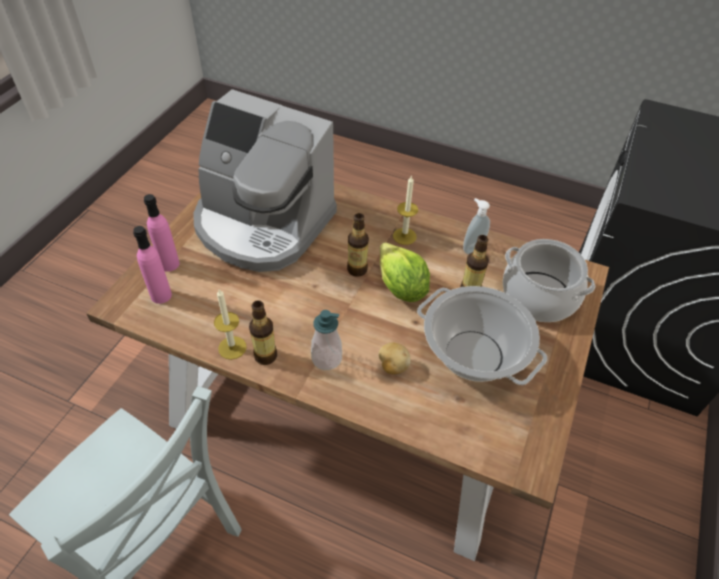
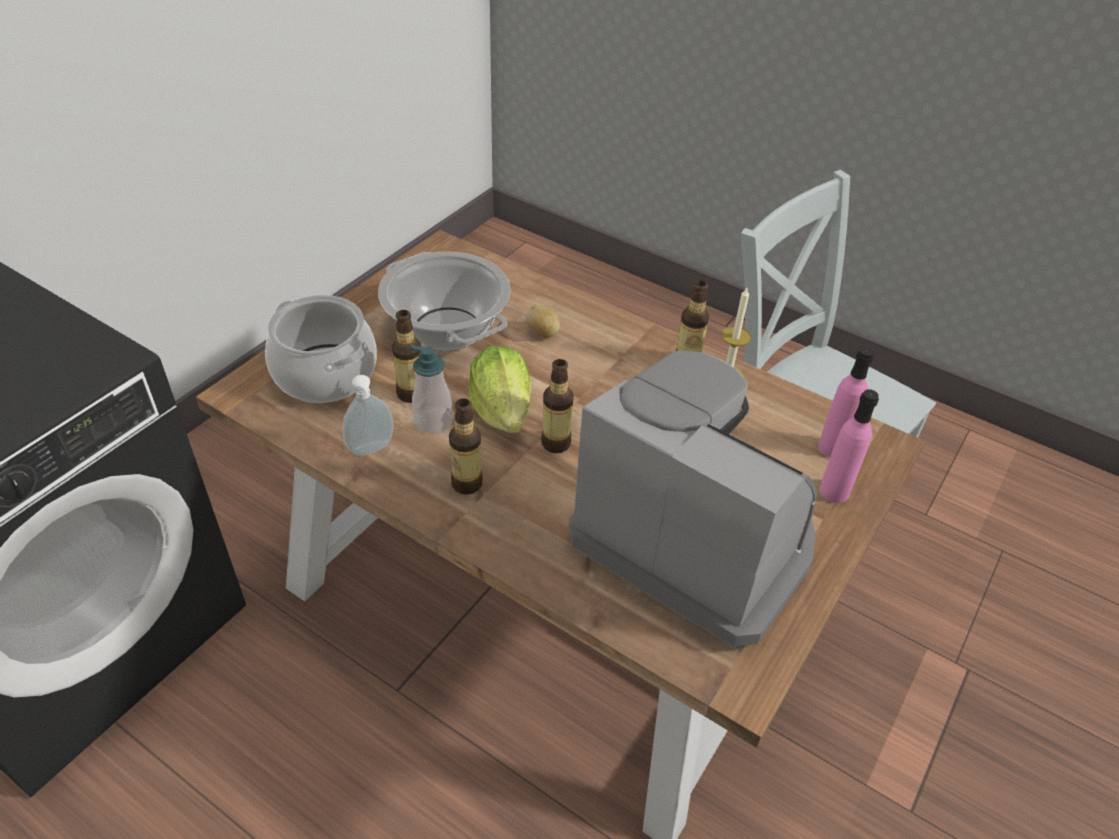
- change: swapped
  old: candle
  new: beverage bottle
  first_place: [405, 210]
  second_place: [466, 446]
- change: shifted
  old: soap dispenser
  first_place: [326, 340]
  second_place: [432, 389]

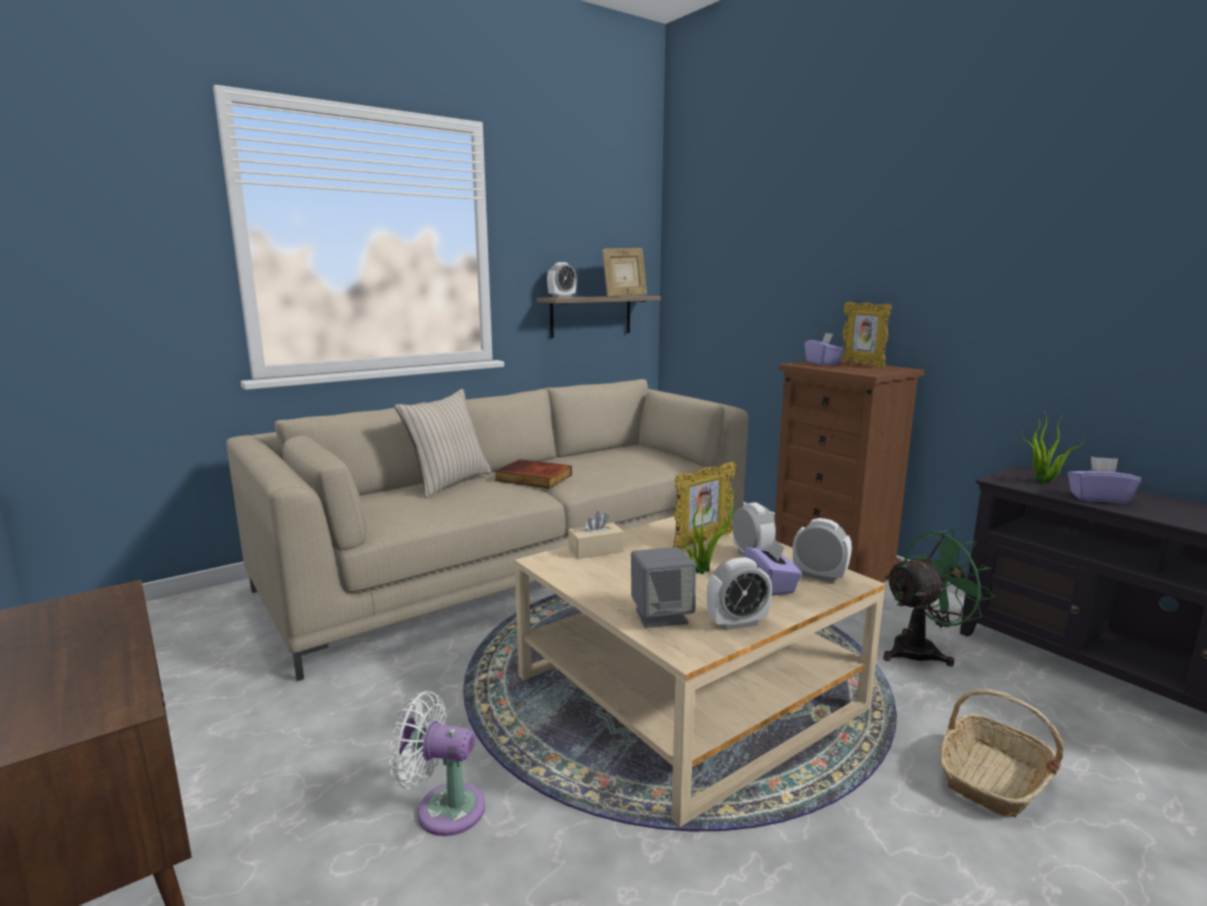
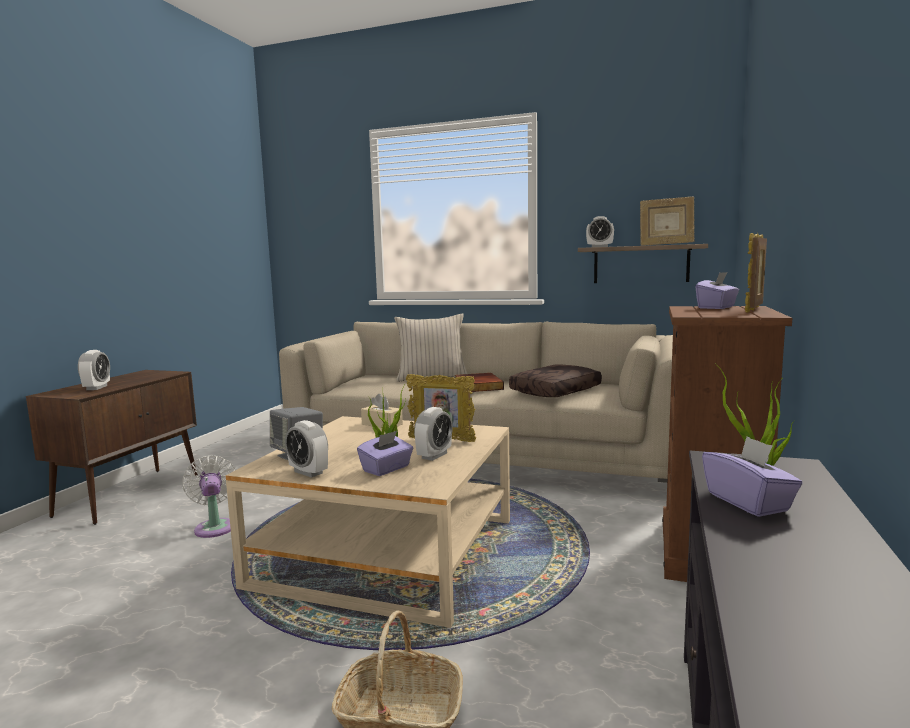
- change: shifted
  old: table clock
  first_place: [822, 550]
  second_place: [94, 370]
- change: gone
  old: green-coloured electric fan
  first_place: [939, 598]
- change: new
  new: brown-coloured cushion
  second_place: [555, 381]

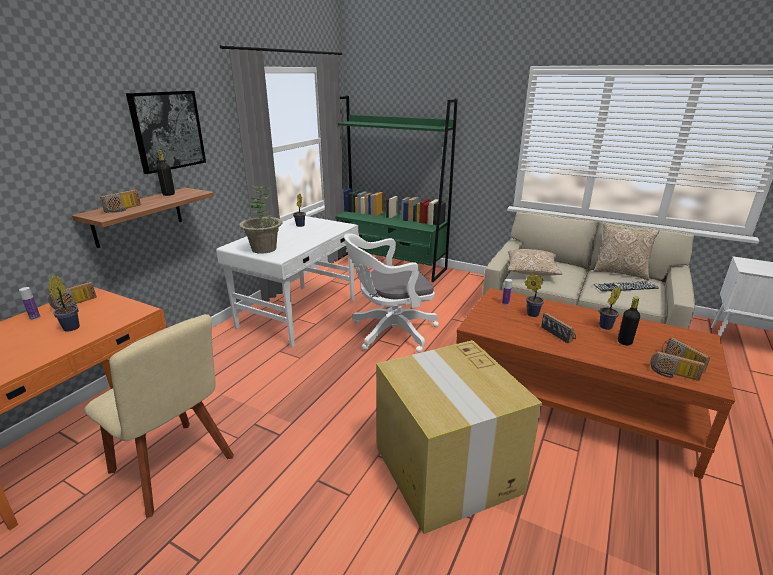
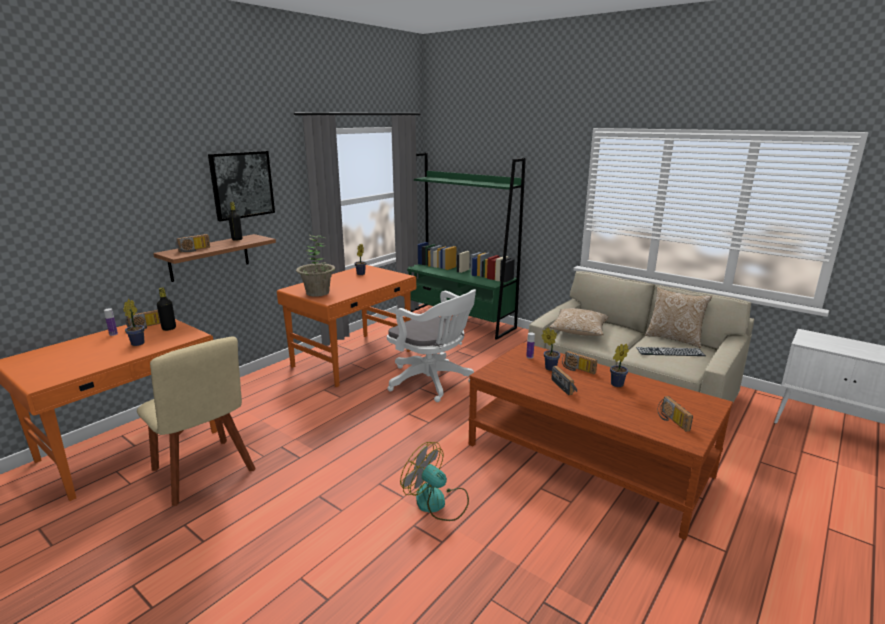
- change: repainted
  old: whitish desk
  new: orange desk
  first_place: [287, 281]
  second_place: [346, 326]
- change: rotated
  old: whitish desk chair
  first_place: [391, 293]
  second_place: [431, 345]
  degrees: -135
- change: shifted
  old: blackish beverage bottle
  first_place: [629, 321]
  second_place: [166, 309]
- change: swapped
  old: carton
  new: electric fan
  first_place: [459, 437]
  second_place: [434, 481]
- change: shifted
  old: radio
  first_place: [677, 366]
  second_place: [579, 362]

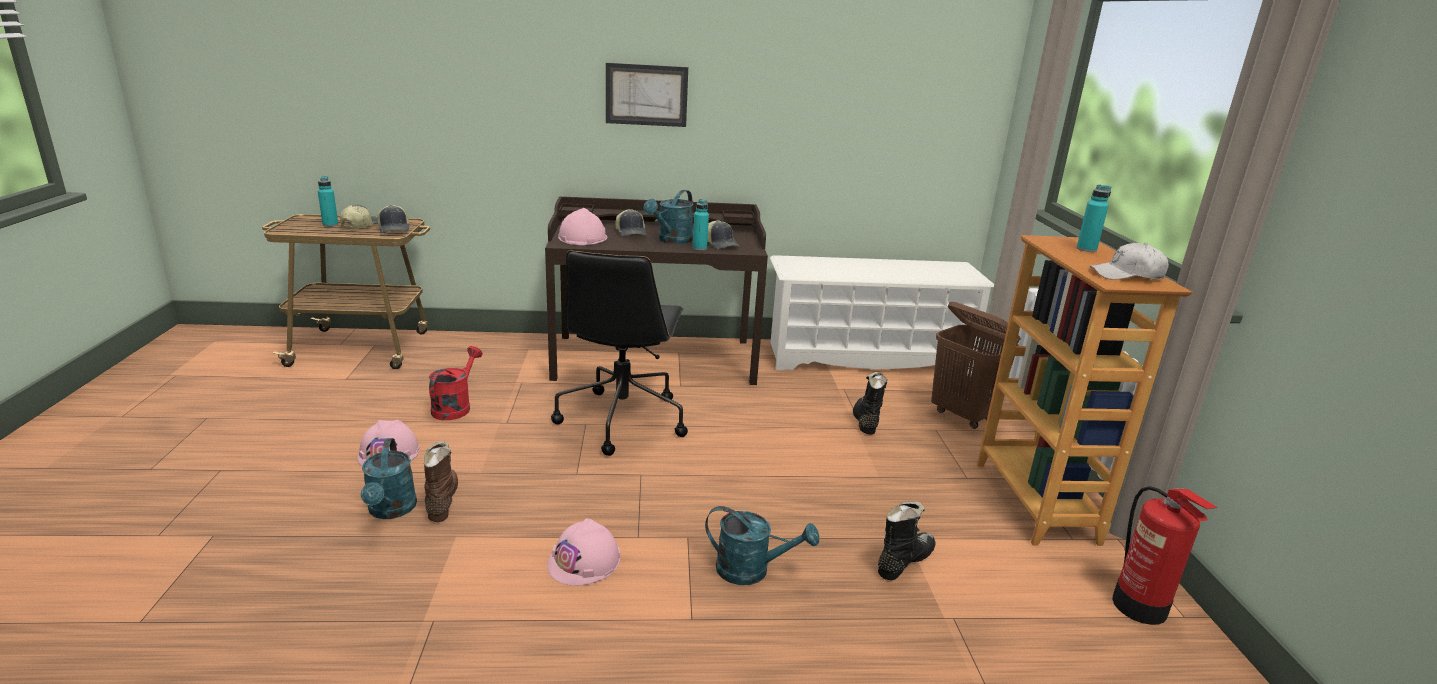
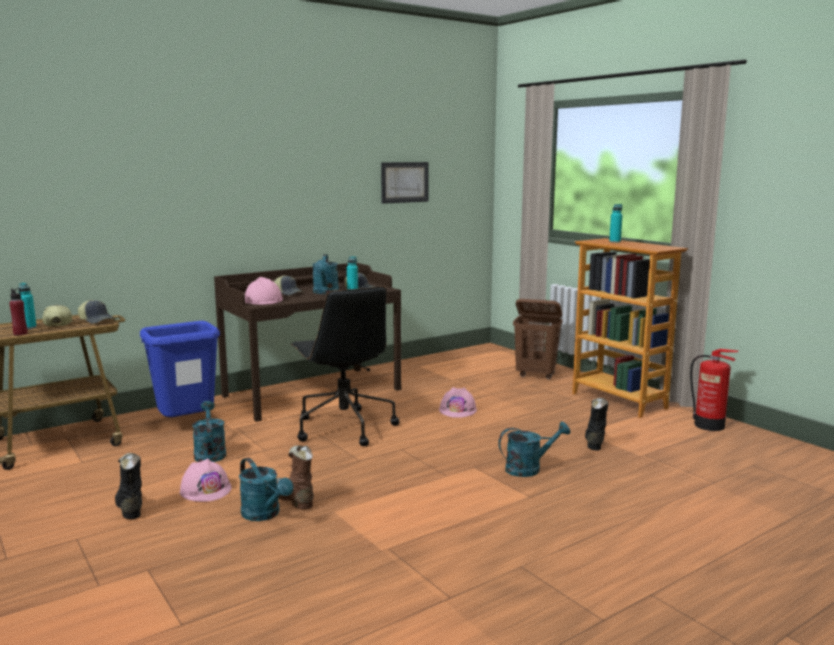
- change: shifted
  old: picture
  first_place: [647, 95]
  second_place: [405, 183]
- change: gone
  old: whitish baseball cap
  first_place: [1129, 261]
- change: gone
  old: whitish shoe shelf
  first_place: [882, 314]
- change: repainted
  old: red sprinkling can
  new: turquoise sprinkling can
  first_place: [455, 383]
  second_place: [209, 431]
- change: shifted
  old: blackish tall boot
  first_place: [870, 403]
  second_place: [128, 486]
- change: shifted
  old: pinkish work helmet
  first_place: [584, 552]
  second_place: [458, 402]
- change: new
  new: red beverage bottle
  second_place: [18, 311]
- change: new
  new: blue-coloured rubbish bin
  second_place: [180, 369]

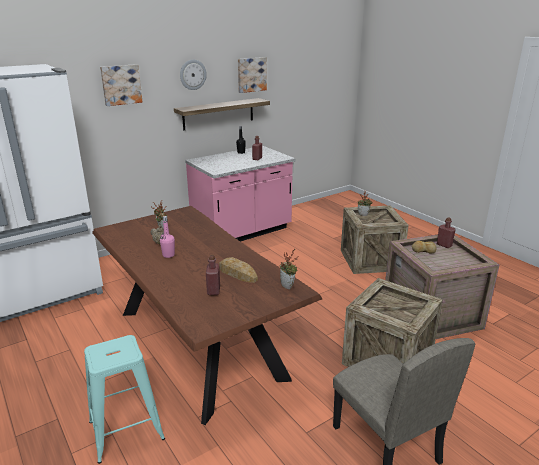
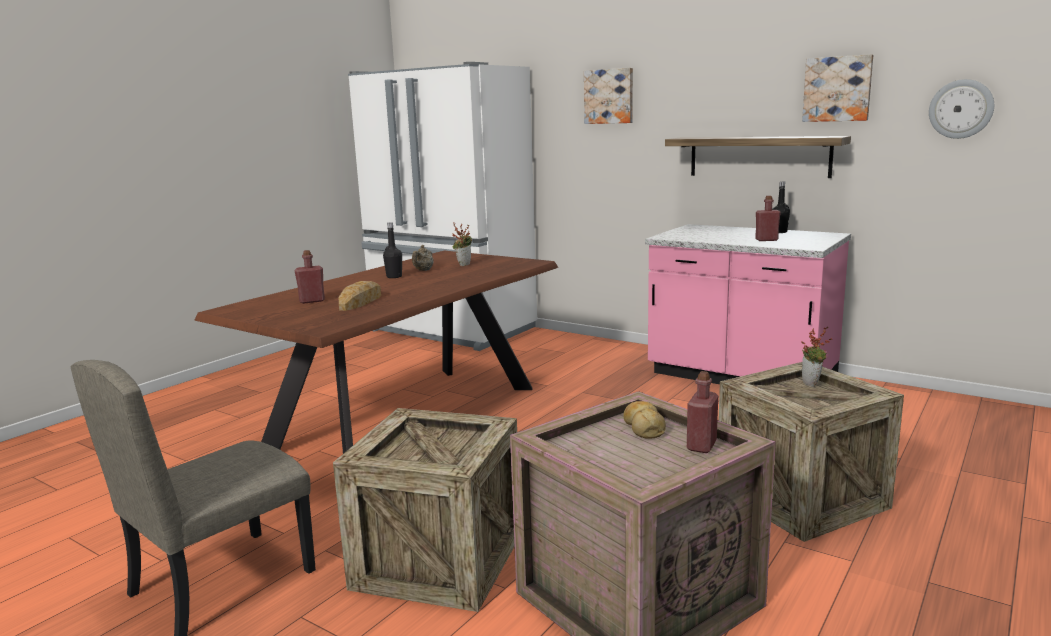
- change: shifted
  old: wall clock
  first_place: [193, 74]
  second_place: [961, 109]
- change: repainted
  old: pinkish beverage bottle
  new: blackish beverage bottle
  first_place: [167, 237]
  second_place: [392, 250]
- change: gone
  old: potted plant
  first_place: [288, 269]
- change: gone
  old: turquoise sitting stool
  first_place: [124, 399]

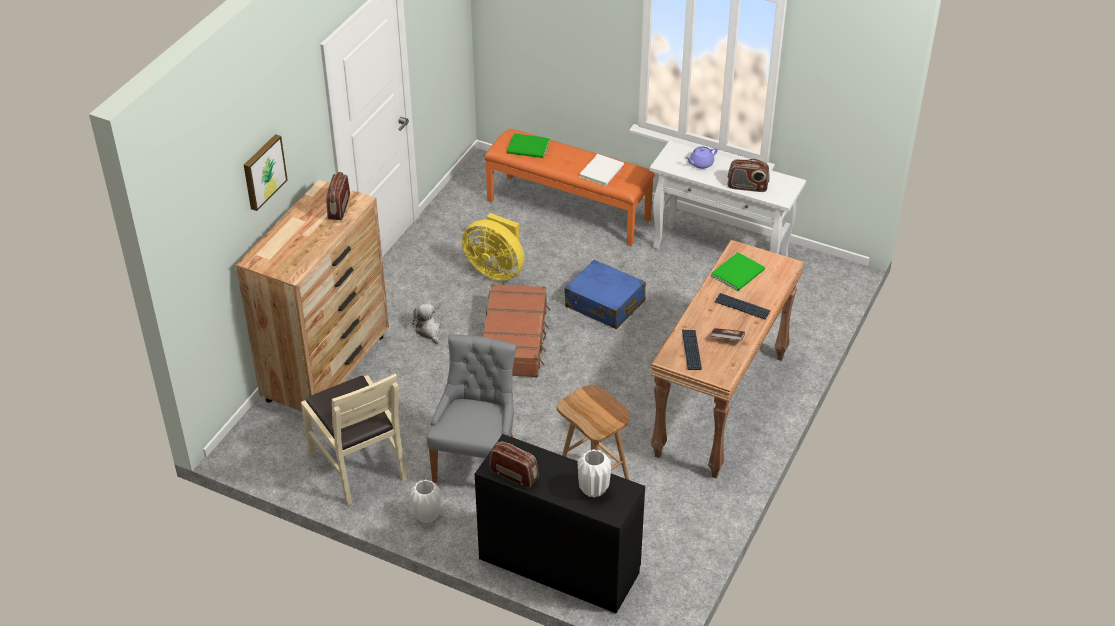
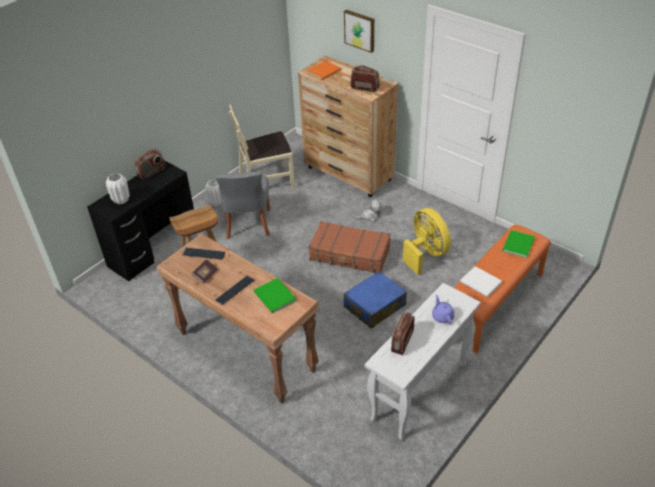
- change: rotated
  old: yellow-coloured electric fan
  first_place: [493, 247]
  second_place: [427, 241]
  degrees: 105
- change: rotated
  old: gray chair
  first_place: [472, 408]
  second_place: [243, 205]
  degrees: 60
- change: new
  new: orange book
  second_place: [324, 70]

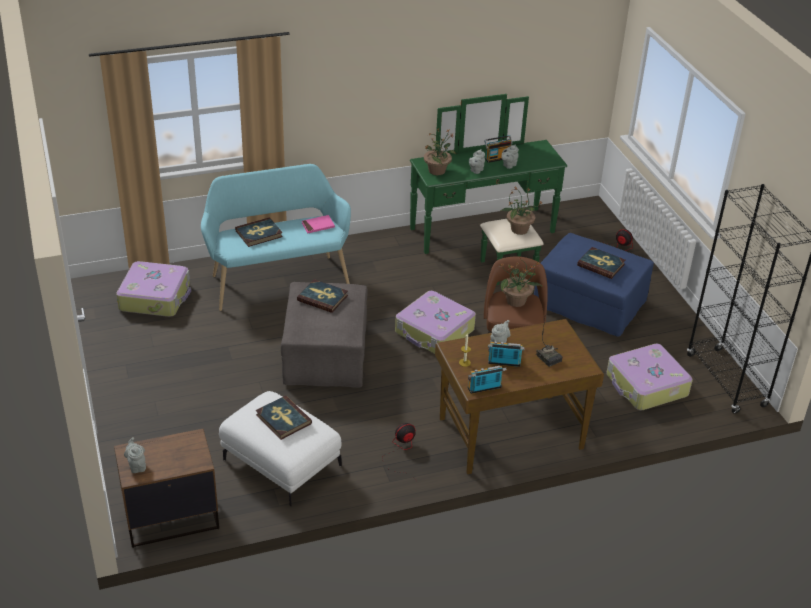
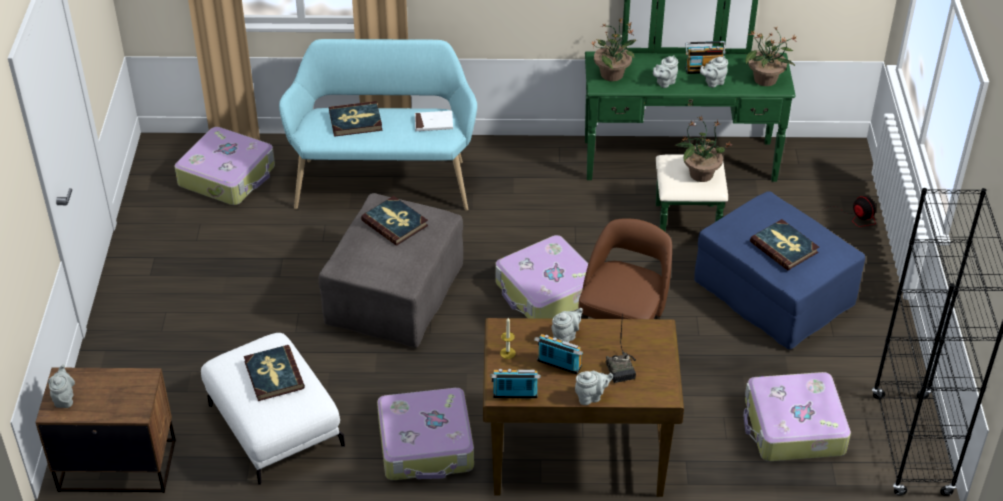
- change: repainted
  old: pinkish book
  new: whitish book
  first_place: [318, 224]
  second_place: [434, 121]
- change: shifted
  old: potted plant
  first_place: [521, 281]
  second_place: [771, 56]
- change: swapped
  old: electric fan
  new: suitcase
  first_place: [399, 451]
  second_place: [425, 434]
- change: new
  new: gray tea pot
  second_place: [594, 388]

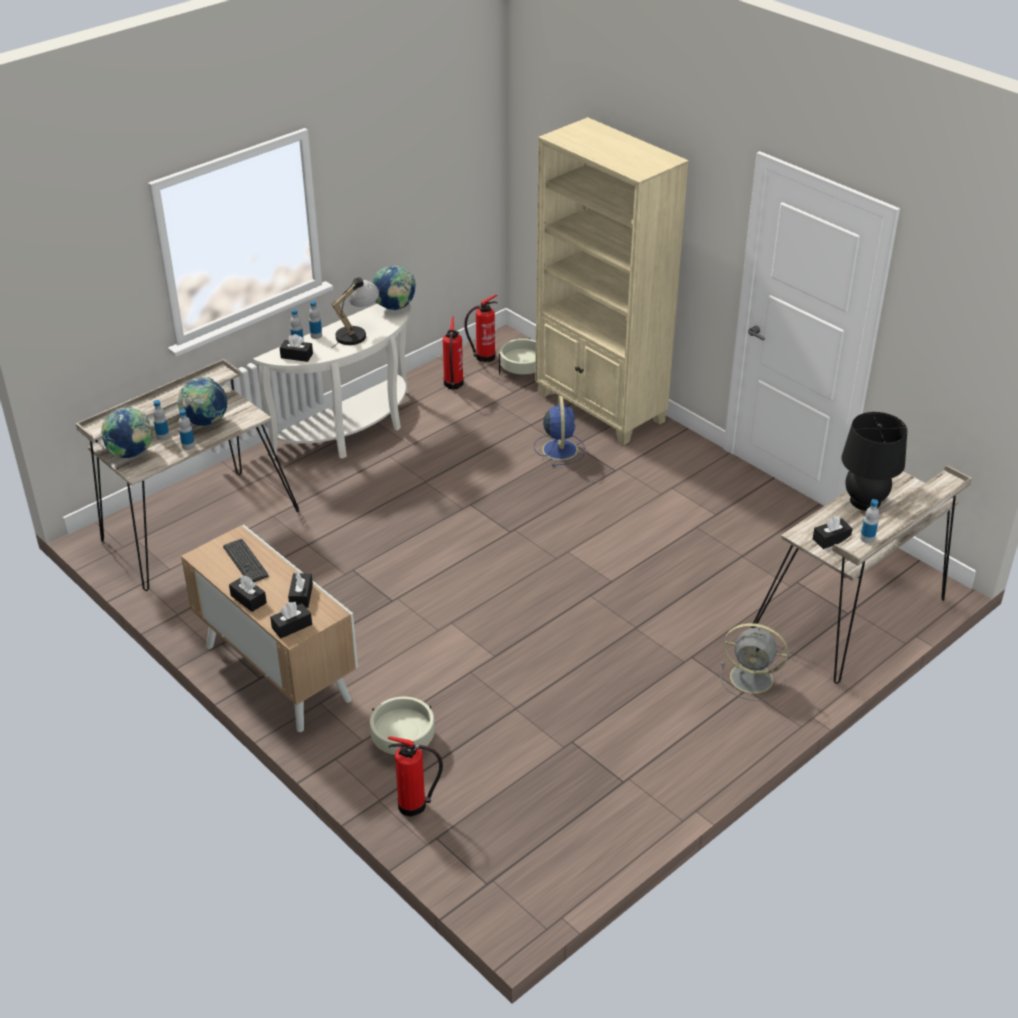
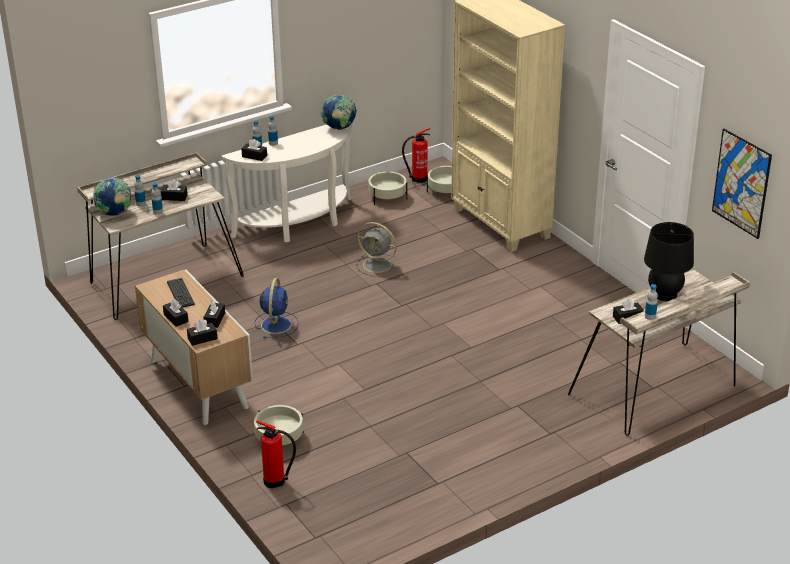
- change: gone
  old: table lamp
  first_place: [355, 312]
- change: swapped
  old: extinguisher
  new: beige flower pot
  first_place: [453, 352]
  second_place: [387, 188]
- change: swapped
  old: globe
  new: blackish tissue holder
  first_place: [202, 401]
  second_place: [174, 190]
- change: shifted
  old: blue-coloured electric fan
  first_place: [559, 431]
  second_place: [277, 308]
- change: shifted
  old: gray electric fan
  first_place: [754, 662]
  second_place: [378, 249]
- change: new
  new: picture
  second_place: [742, 184]

